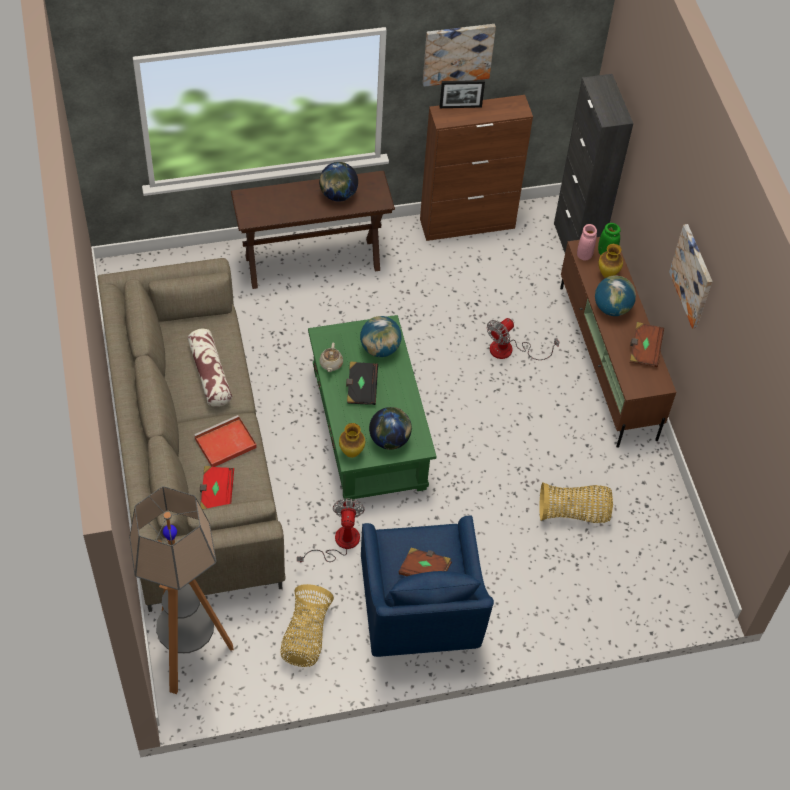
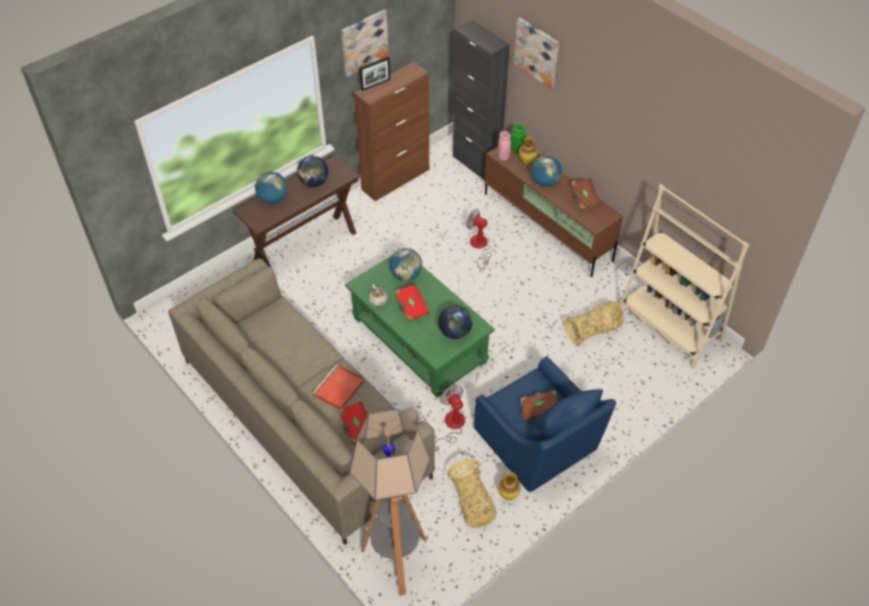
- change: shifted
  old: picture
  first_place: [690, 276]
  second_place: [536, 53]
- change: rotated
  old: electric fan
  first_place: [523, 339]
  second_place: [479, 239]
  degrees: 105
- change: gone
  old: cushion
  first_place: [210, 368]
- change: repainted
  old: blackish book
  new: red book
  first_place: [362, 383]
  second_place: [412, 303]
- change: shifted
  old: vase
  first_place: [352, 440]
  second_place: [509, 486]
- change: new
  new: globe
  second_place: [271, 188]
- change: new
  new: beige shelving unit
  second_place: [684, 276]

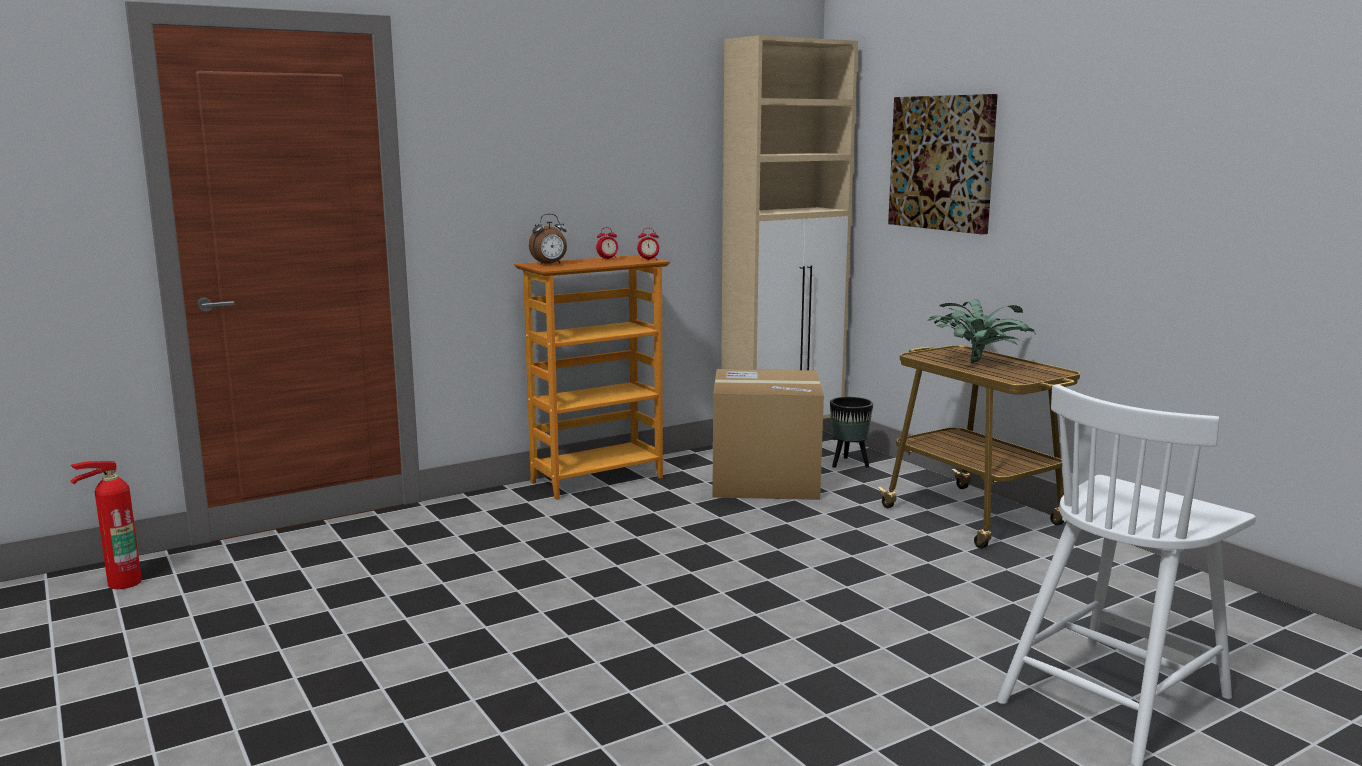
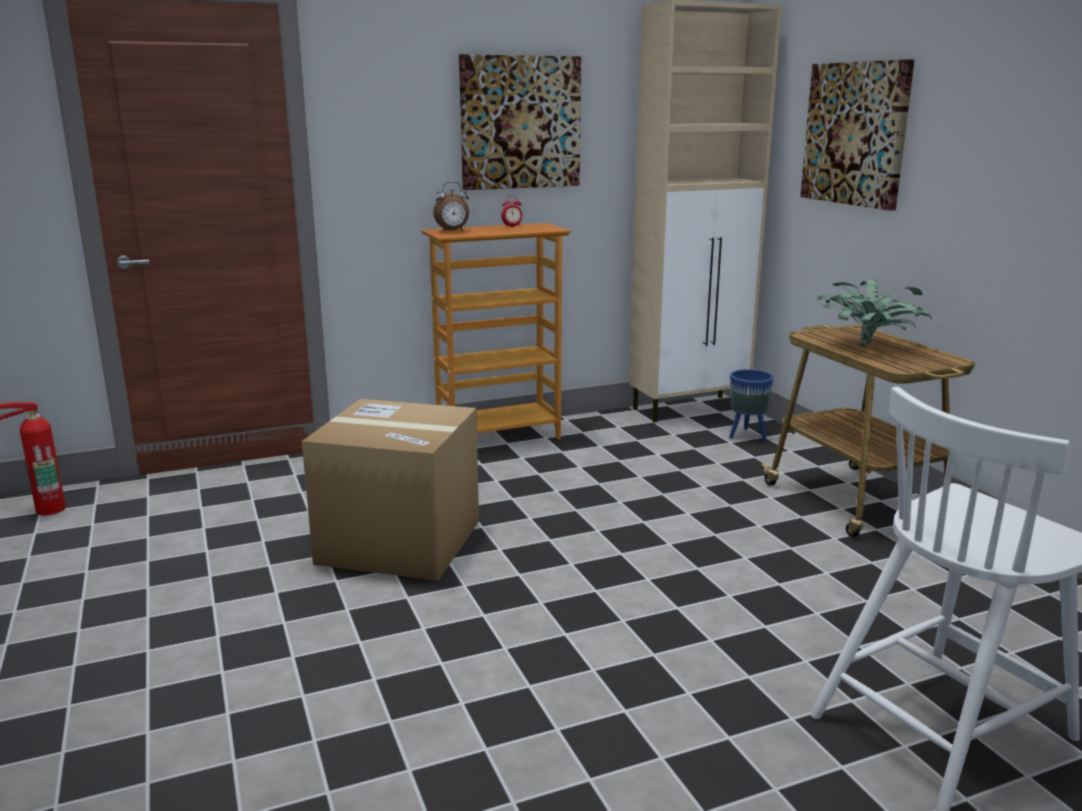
- change: gone
  old: table clock
  first_place: [648, 244]
- change: shifted
  old: carton
  first_place: [768, 434]
  second_place: [390, 490]
- change: repainted
  old: blackish flower pot
  new: blue-coloured flower pot
  first_place: [851, 432]
  second_place: [751, 404]
- change: new
  new: picture
  second_place: [520, 122]

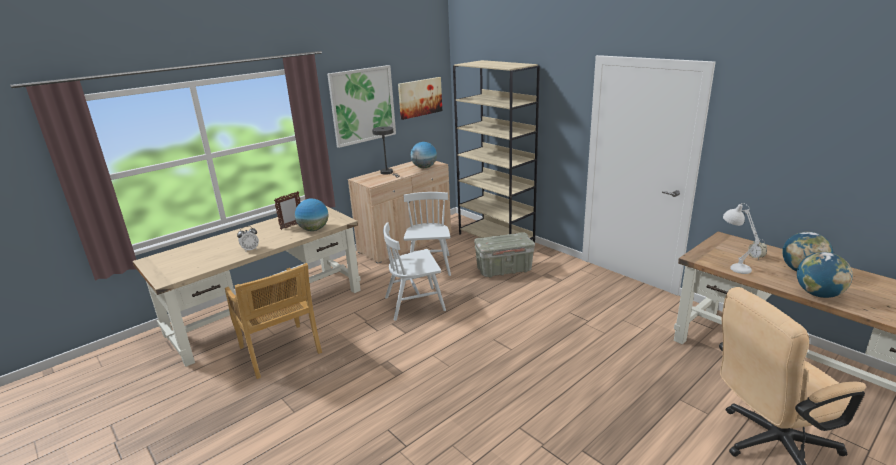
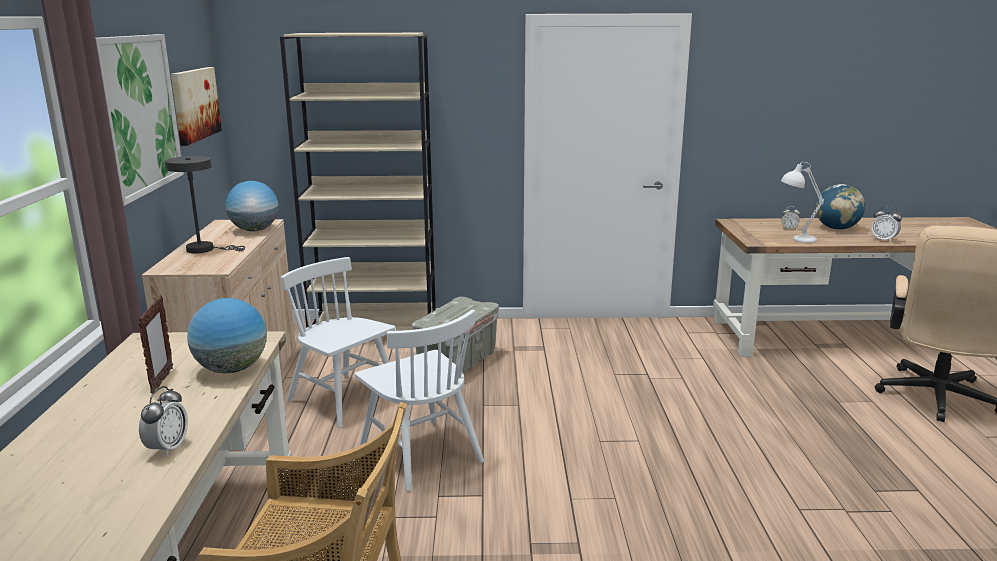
- change: rotated
  old: whitish chair
  first_place: [414, 272]
  second_place: [419, 400]
  degrees: -60
- change: swapped
  old: globe
  new: table clock
  first_place: [825, 275]
  second_place: [886, 224]

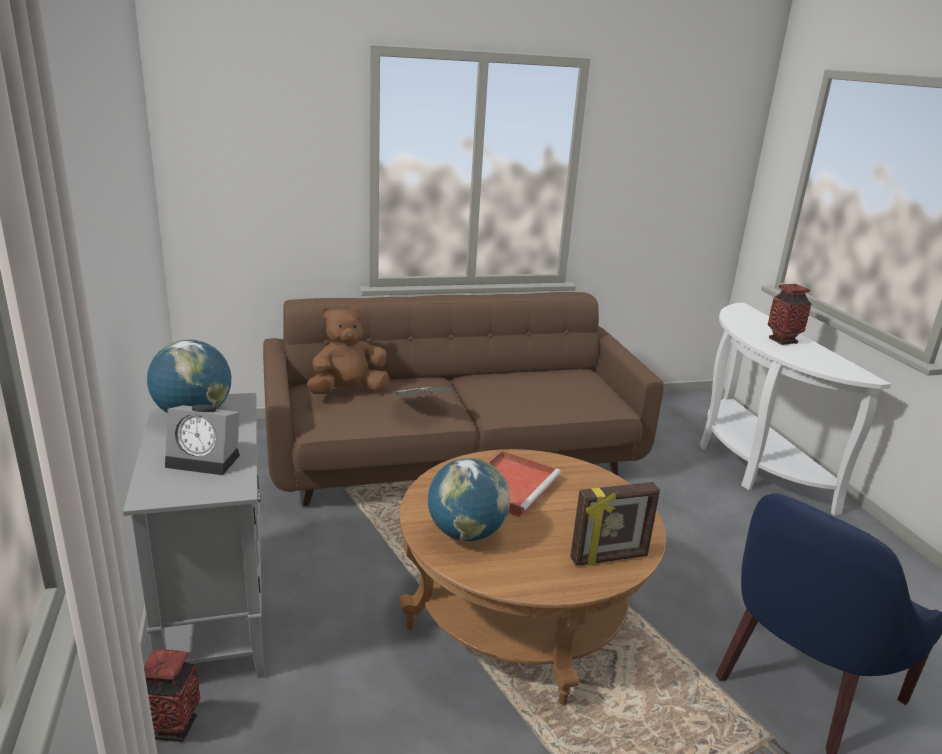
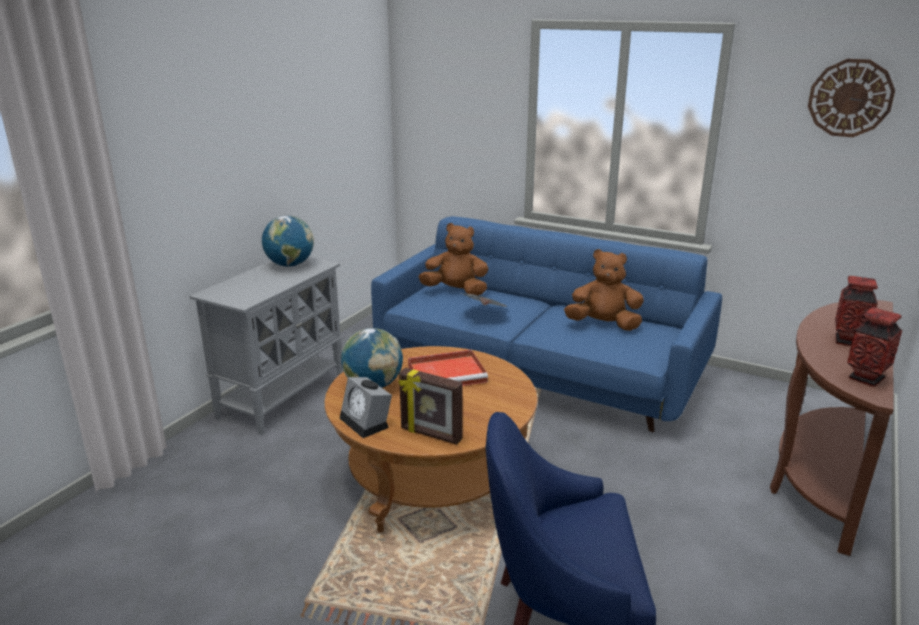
- change: repainted
  old: brown-coloured couch
  new: blue-coloured couch
  first_place: [463, 399]
  second_place: [546, 324]
- change: repainted
  old: whitish narrow table
  new: brown-coloured narrow table
  first_place: [795, 409]
  second_place: [832, 428]
- change: shifted
  old: table clock
  first_place: [202, 439]
  second_place: [366, 407]
- change: shifted
  old: vase
  first_place: [172, 695]
  second_place: [874, 347]
- change: new
  new: wall clock
  second_place: [851, 98]
- change: new
  new: brown-coloured cuddly toy
  second_place: [604, 290]

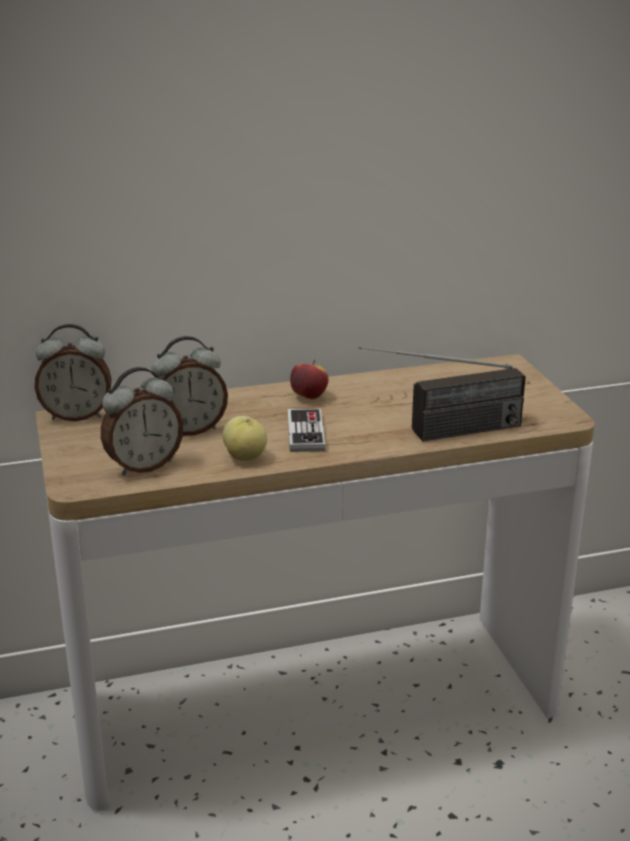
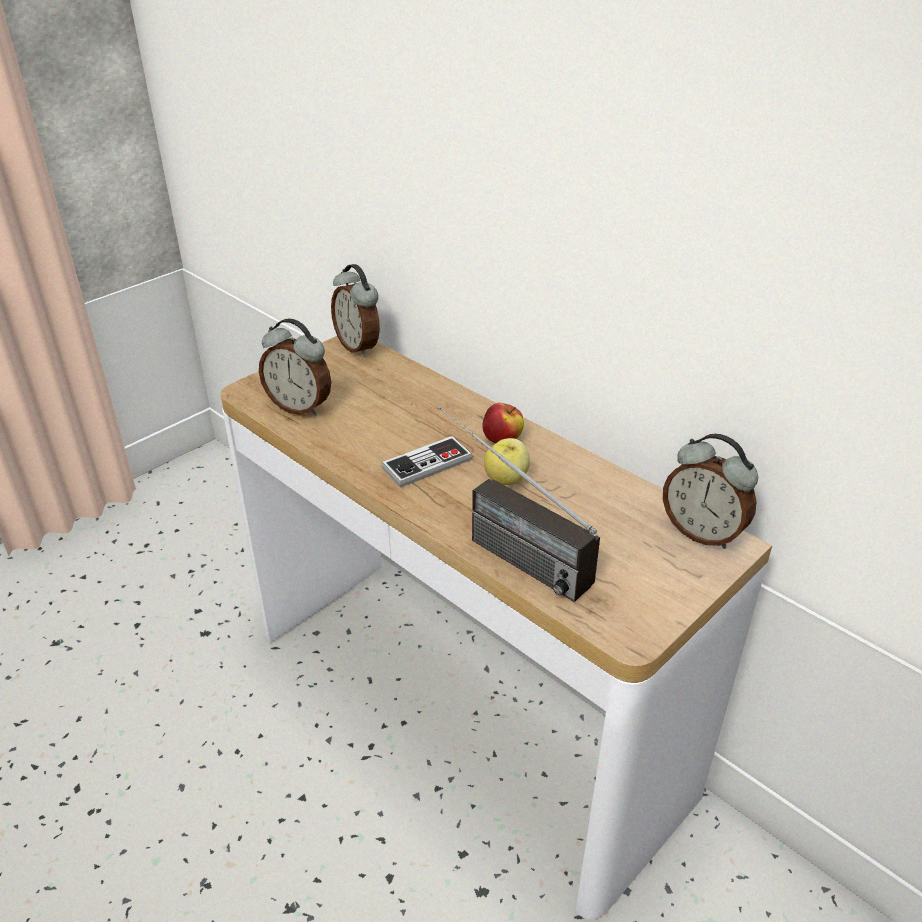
- change: shifted
  old: table clock
  first_place: [189, 386]
  second_place: [710, 491]
- change: shifted
  old: whole apple
  first_place: [245, 438]
  second_place: [507, 461]

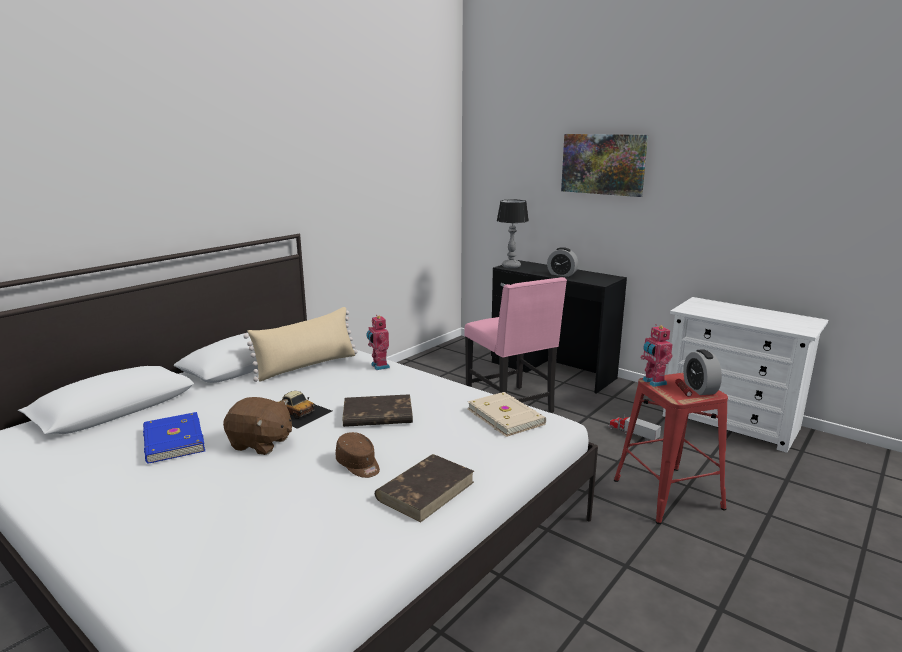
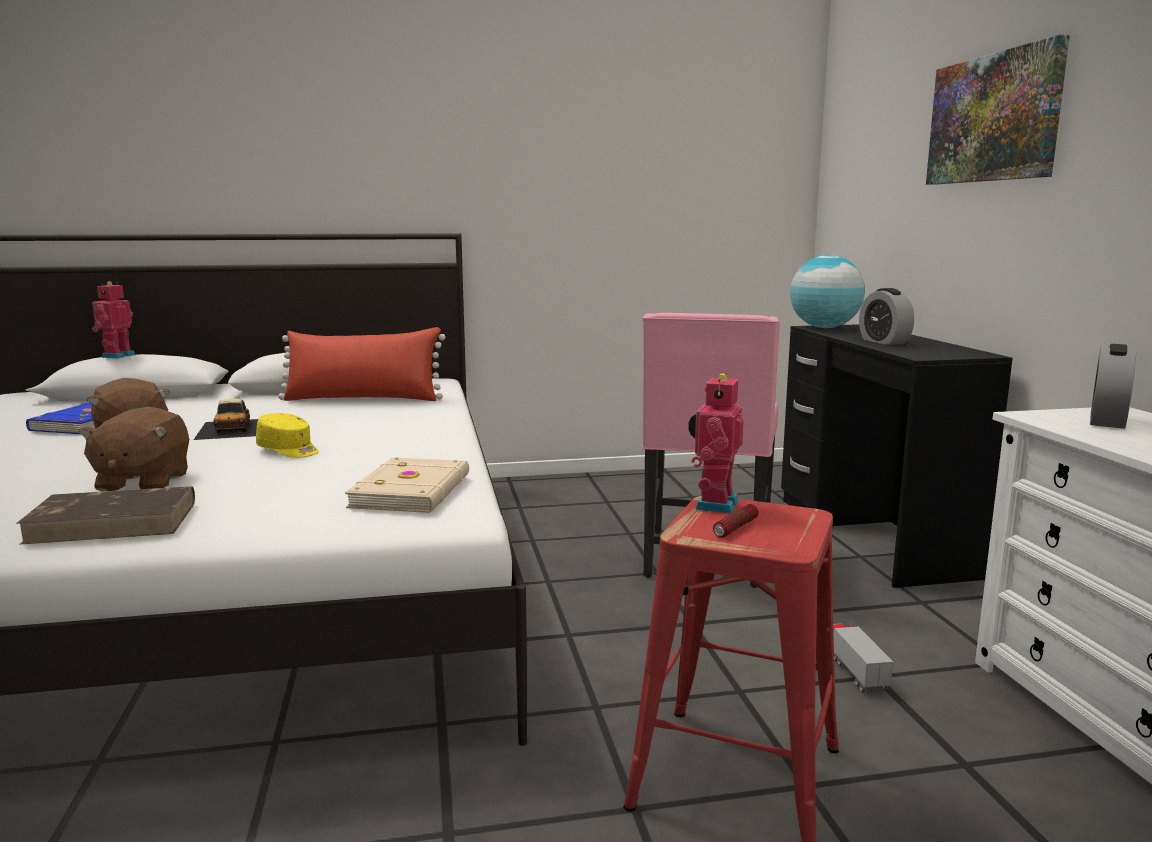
- change: swapped
  old: table lamp
  new: globe
  first_place: [513, 233]
  second_place: [827, 291]
- change: repainted
  old: beige cushion
  new: red cushion
  first_place: [300, 344]
  second_place: [361, 364]
- change: shifted
  old: toy robot
  first_place: [378, 342]
  second_place: [113, 319]
- change: shifted
  old: table clock
  first_place: [702, 372]
  second_place: [1113, 386]
- change: swapped
  old: brown-coloured book
  new: yellow-coloured baseball cap
  first_place: [378, 410]
  second_place: [287, 435]
- change: swapped
  old: brown-coloured baseball cap
  new: brown-coloured cuddly toy
  first_place: [358, 455]
  second_place: [133, 449]

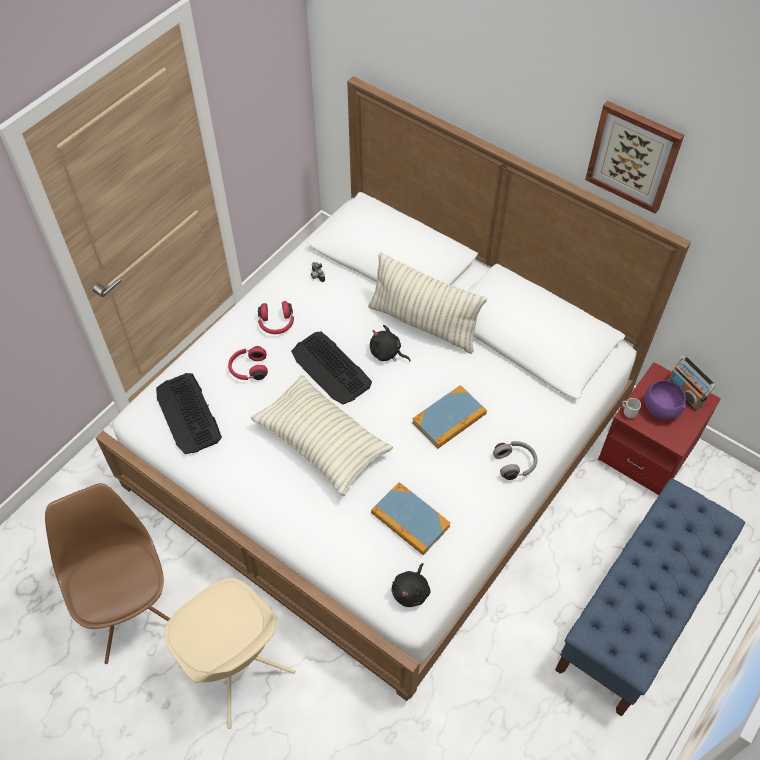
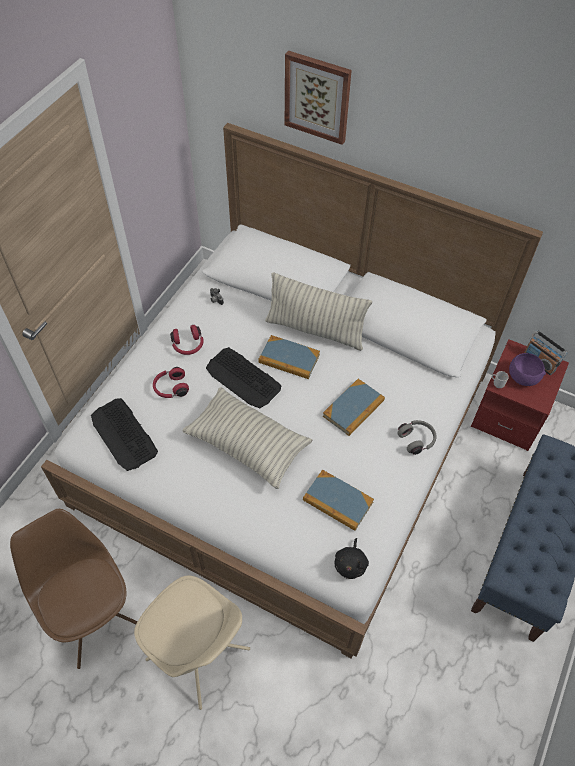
- change: shifted
  old: picture
  first_place: [634, 157]
  second_place: [318, 98]
- change: swapped
  old: blackish cuddly toy
  new: book
  first_place: [390, 343]
  second_place: [289, 357]

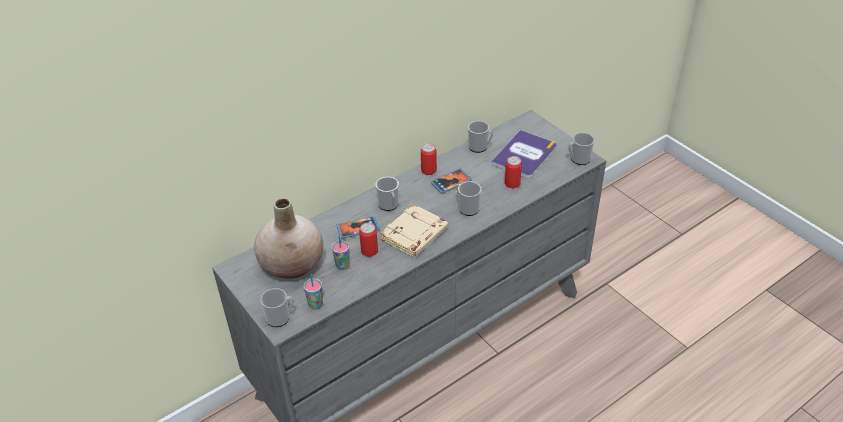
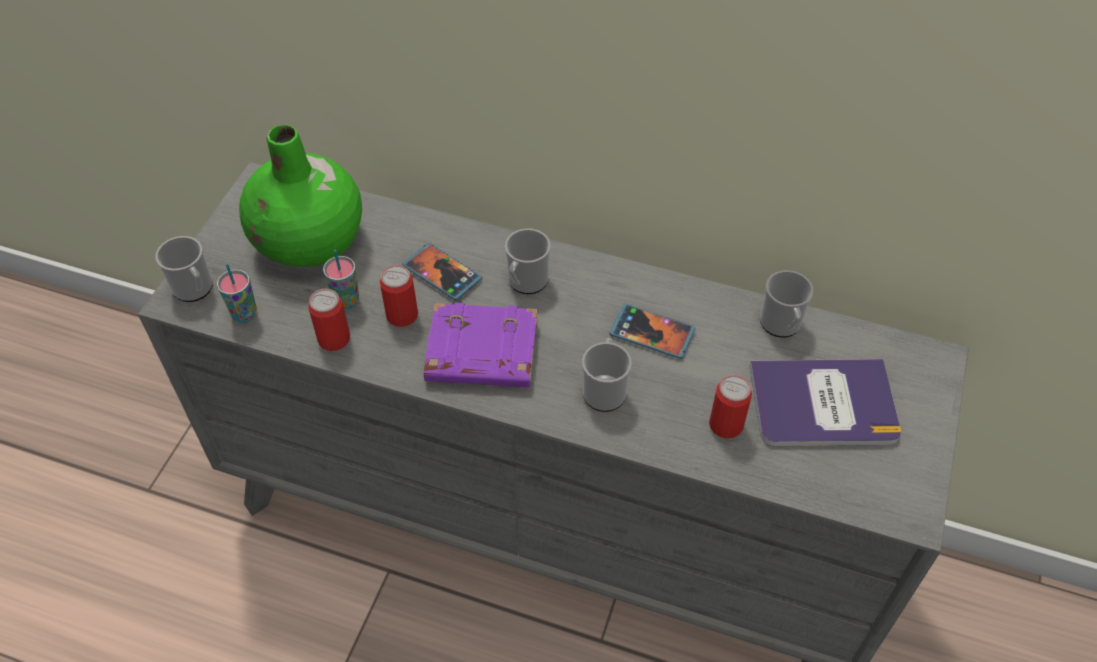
- change: gone
  old: tea mug
  first_place: [581, 149]
- change: shifted
  old: can
  first_place: [429, 159]
  second_place: [329, 320]
- change: repainted
  old: beige vase
  new: green-coloured vase
  first_place: [288, 238]
  second_place: [300, 195]
- change: repainted
  old: beige book
  new: purplish book
  first_place: [414, 230]
  second_place: [480, 345]

